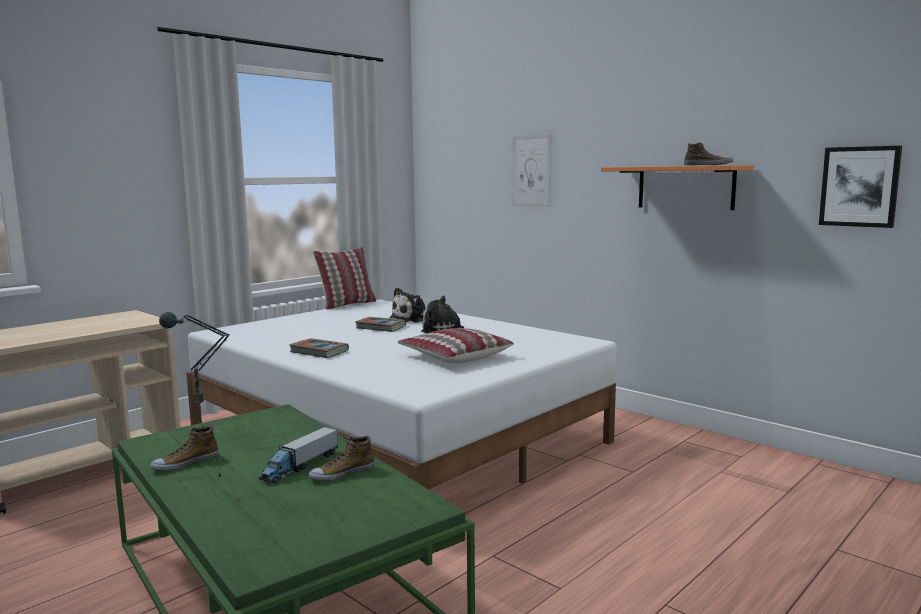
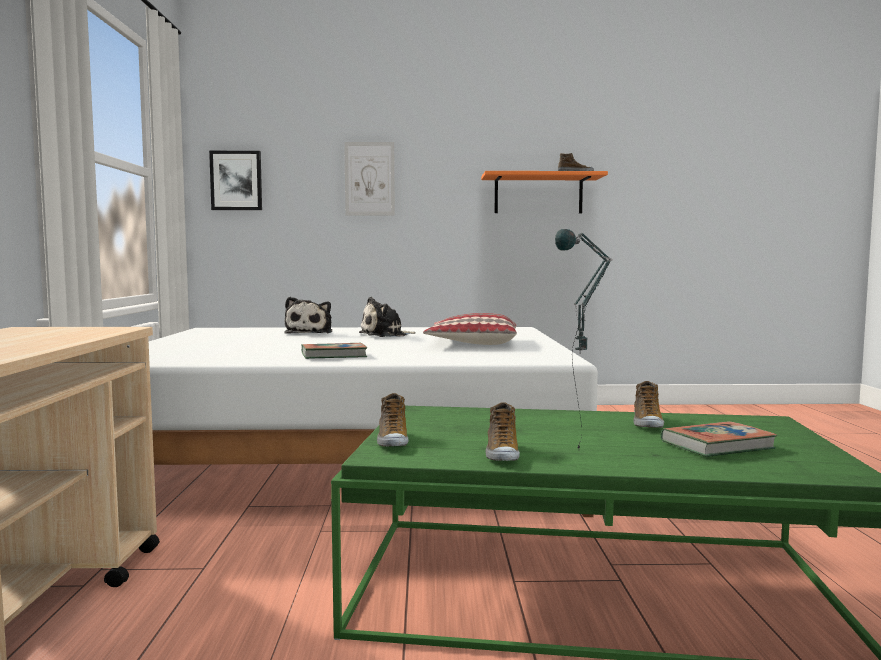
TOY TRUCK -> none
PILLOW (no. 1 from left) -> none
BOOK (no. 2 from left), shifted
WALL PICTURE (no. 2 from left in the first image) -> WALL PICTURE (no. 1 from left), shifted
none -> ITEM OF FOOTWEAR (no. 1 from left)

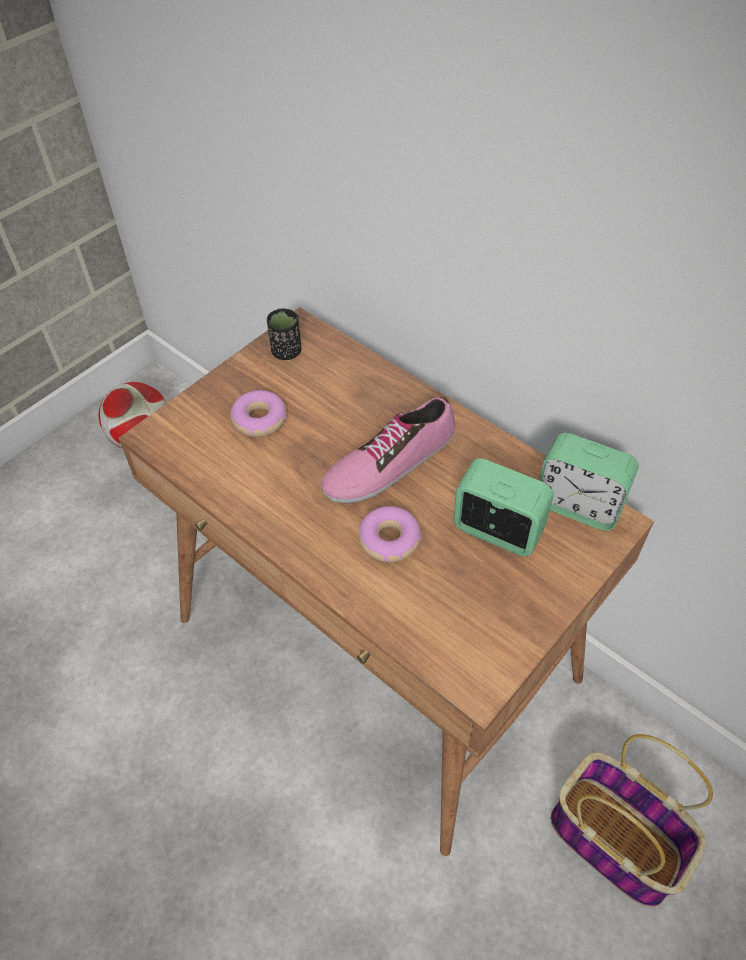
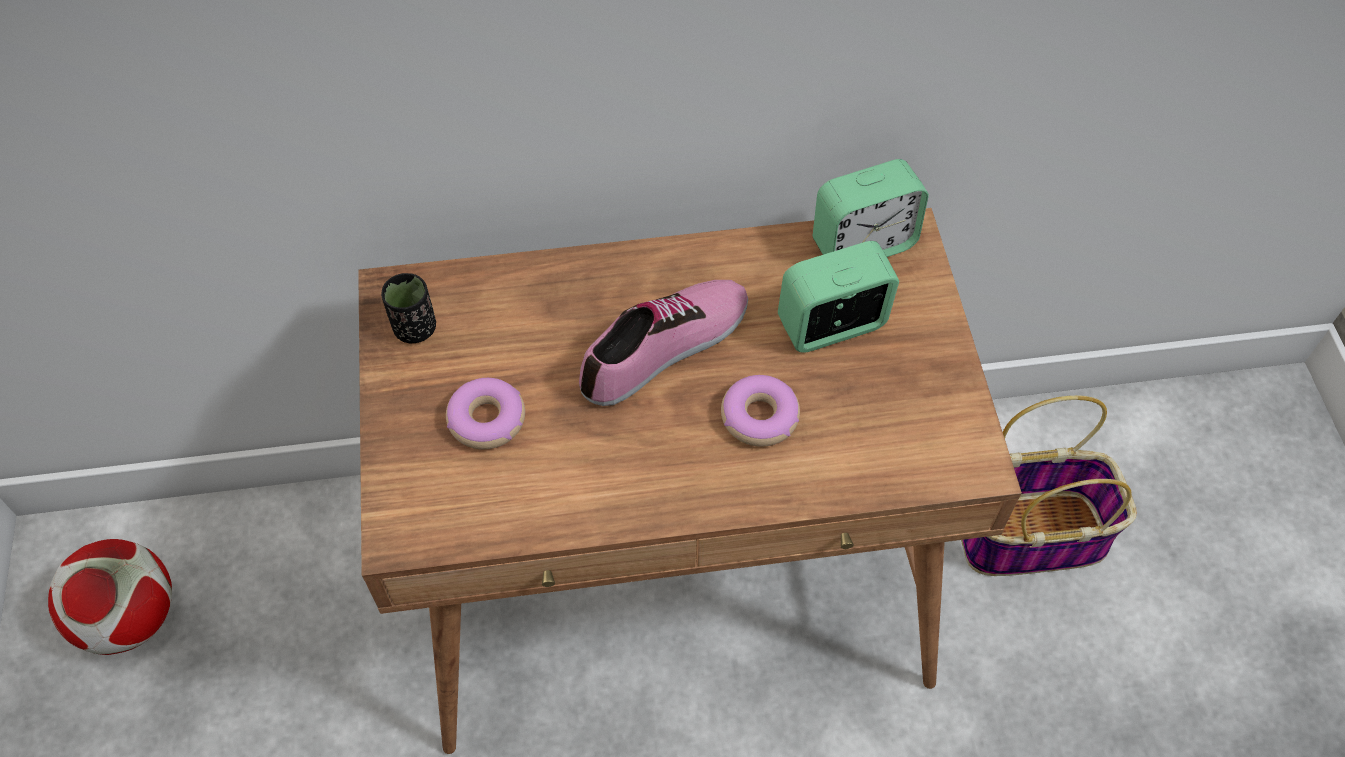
ITEM OF FOOTWEAR, 135 degrees counterclockwise

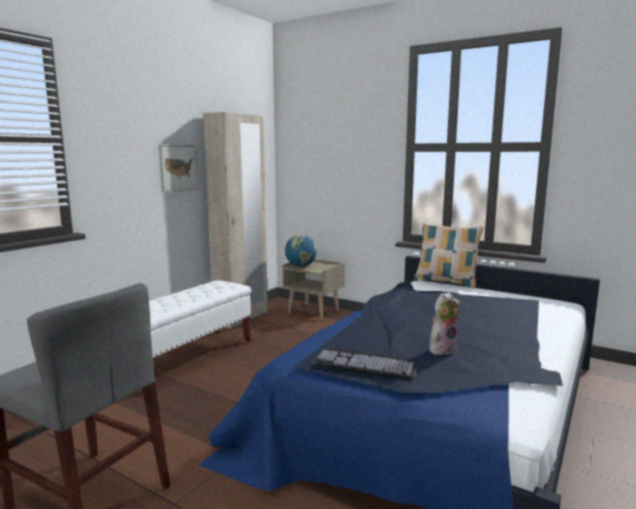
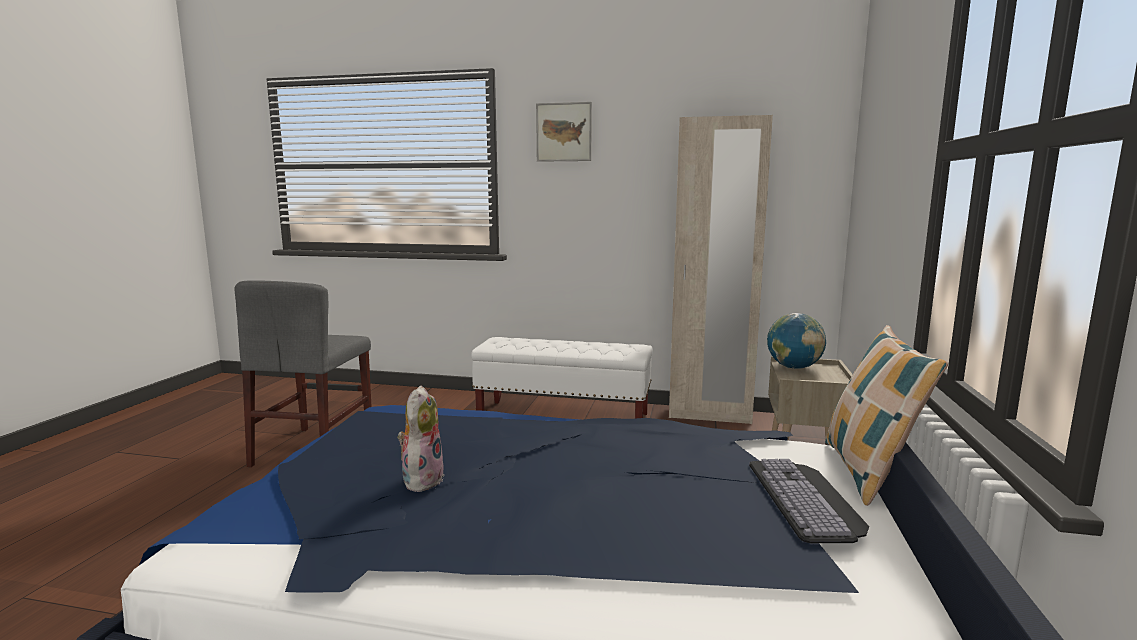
WALL PICTURE, shifted
KEYBOARD, shifted
PLUSH TOY, 120 degrees counterclockwise

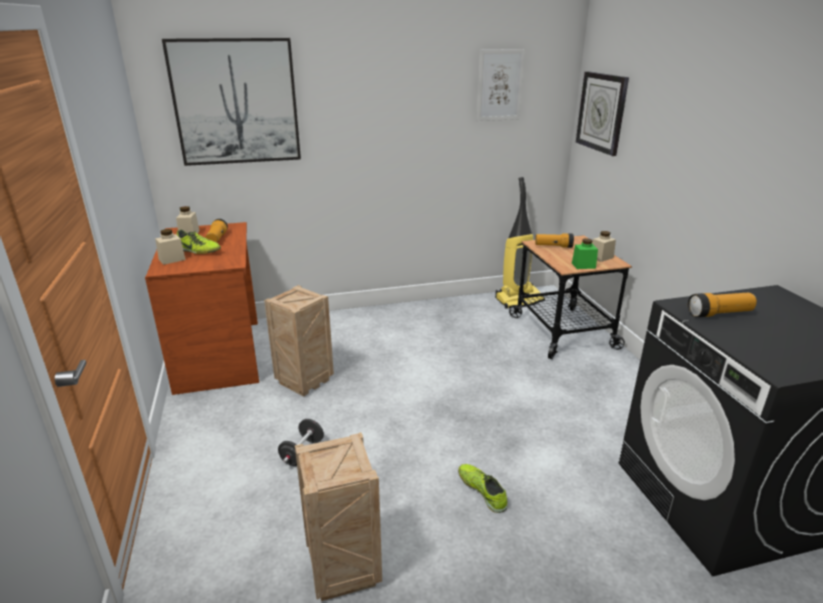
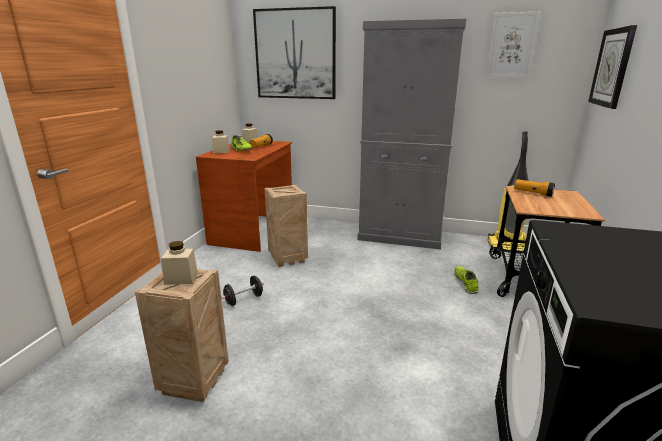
ITEM OF FOOTWEAR (no. 2 from left), shifted
GREEN PRESERVE JAR -> none
BEIGE-COLOURED PRESERVE JAR (no. 3 from left in the first image) -> BEIGE-COLOURED PRESERVE JAR (no. 1 from left), shifted
TORCH (no. 3 from left) -> none
none -> GREYISH STORAGE CABINET

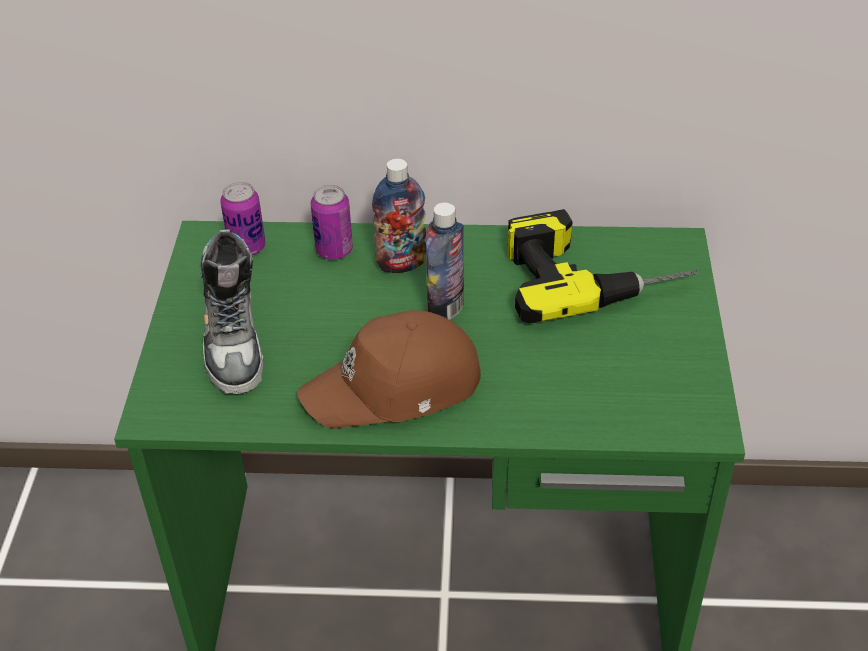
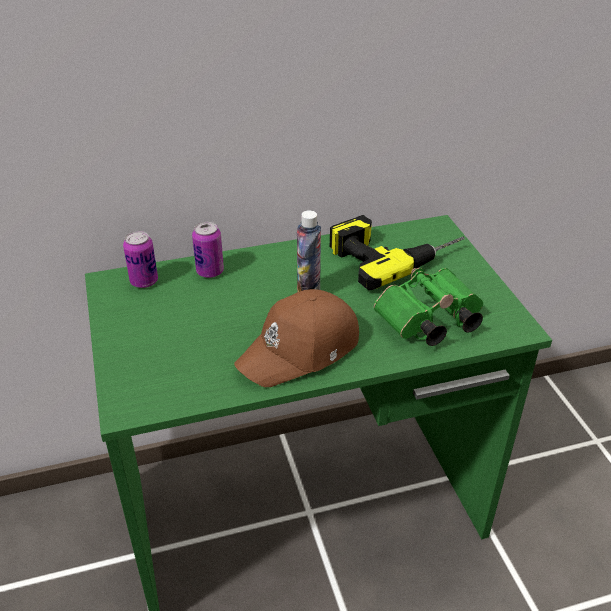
ITEM OF FOOTWEAR -> none
DRINK BOTTLE (no. 1 from left) -> none
none -> GREEN BINOCULARS

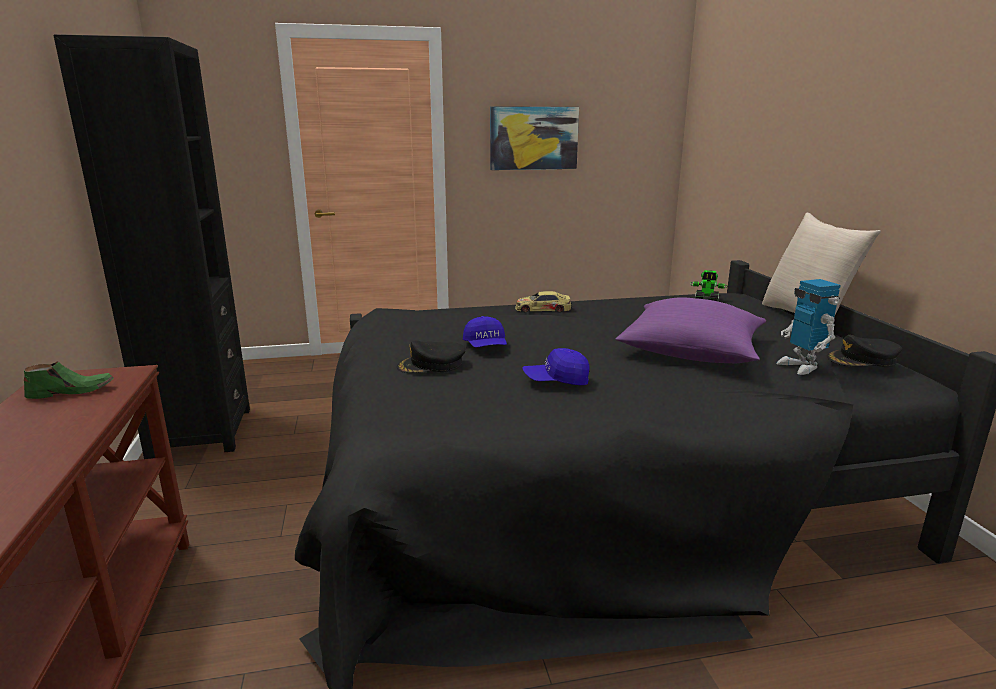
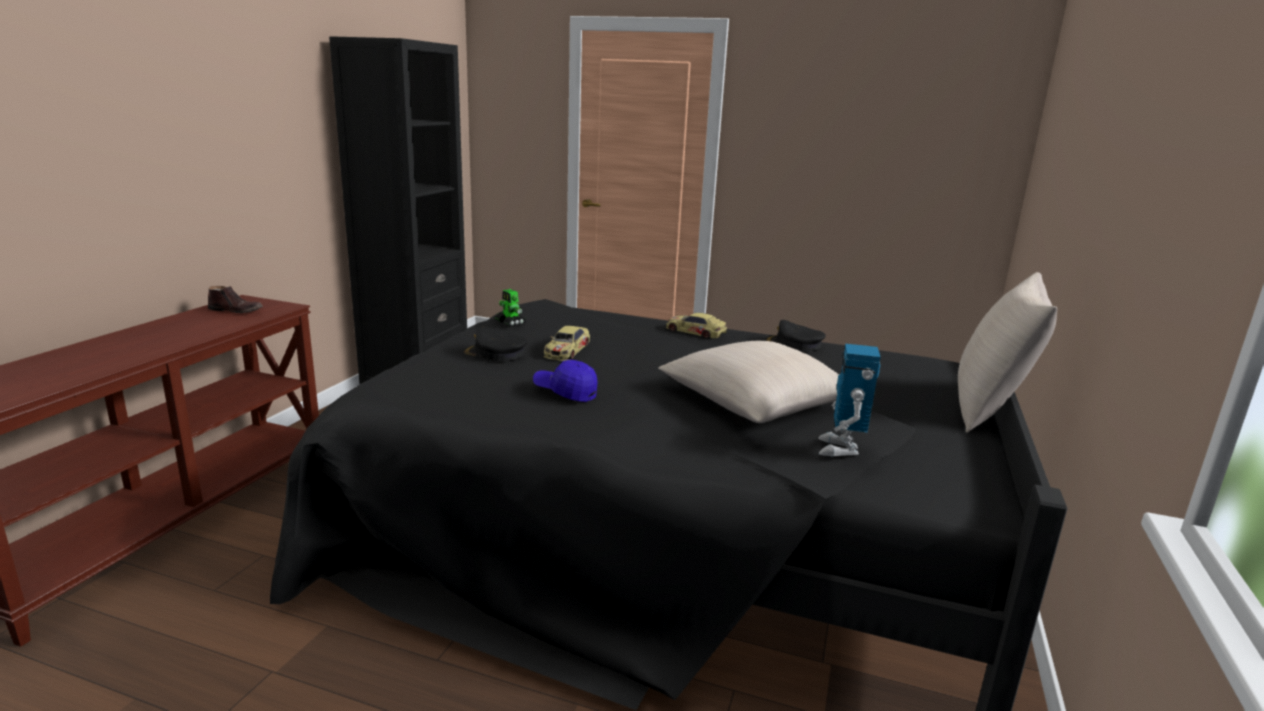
GREEN ITEM OF FOOTWEAR -> BROWNISH ITEM OF FOOTWEAR
BLUE-COLOURED PEAKED CAP (no. 1 from left) -> MINIATURE CAR (no. 1 from left)
WALL PICTURE -> none
PURPLE-COLOURED PILLOW -> BEIGE-COLOURED PILLOW (no. 1 from left)
TOY ROBOT (no. 1 from left), shifted
BLACK-COLOURED PEAKED CAP (no. 2 from left), shifted

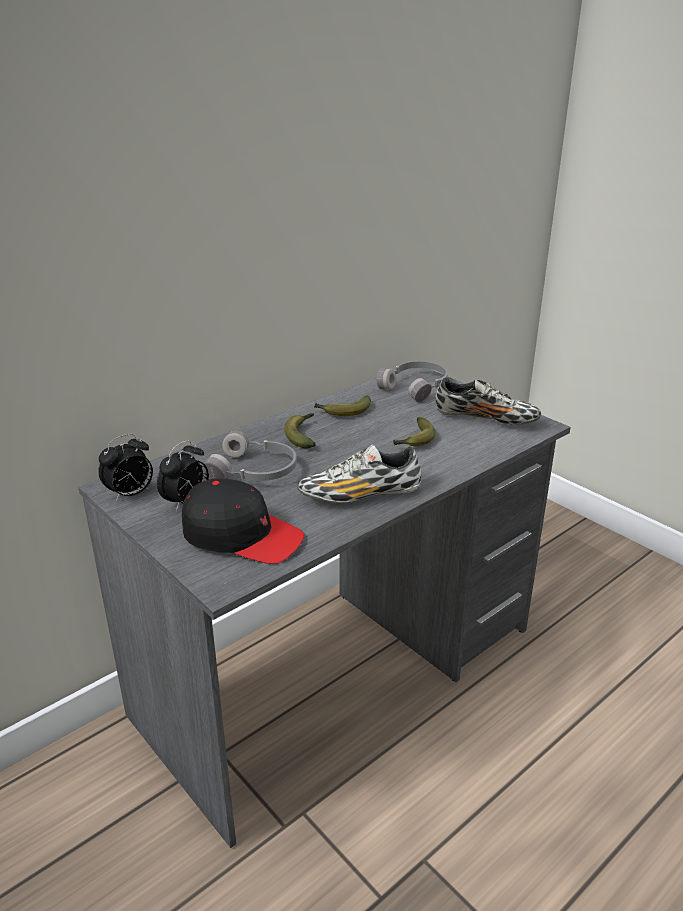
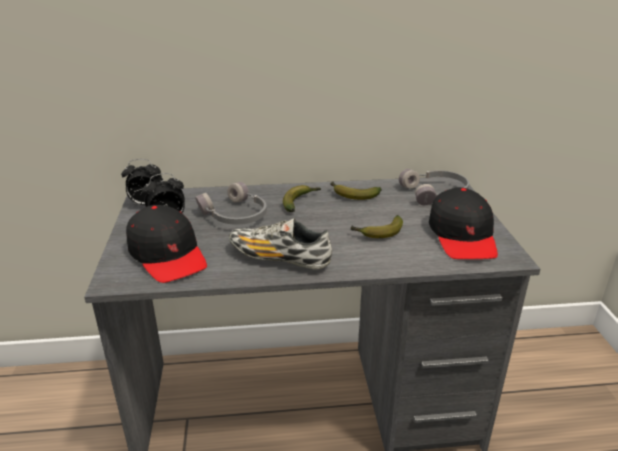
ITEM OF FOOTWEAR (no. 2 from left) -> BLACK-COLOURED PEAKED CAP (no. 2 from left)

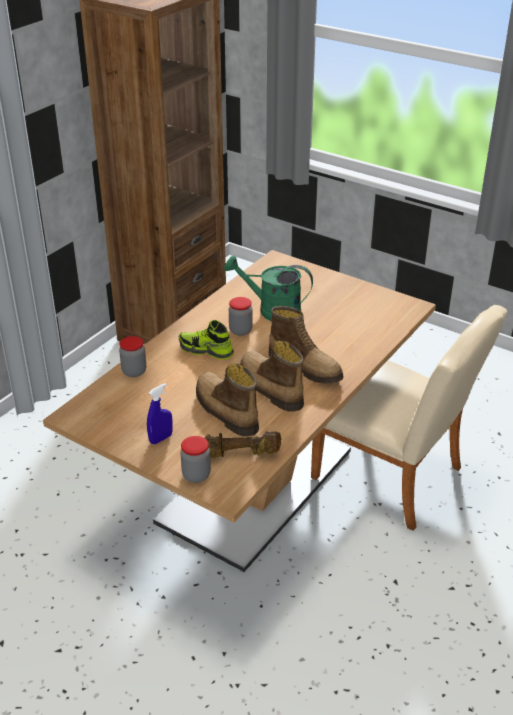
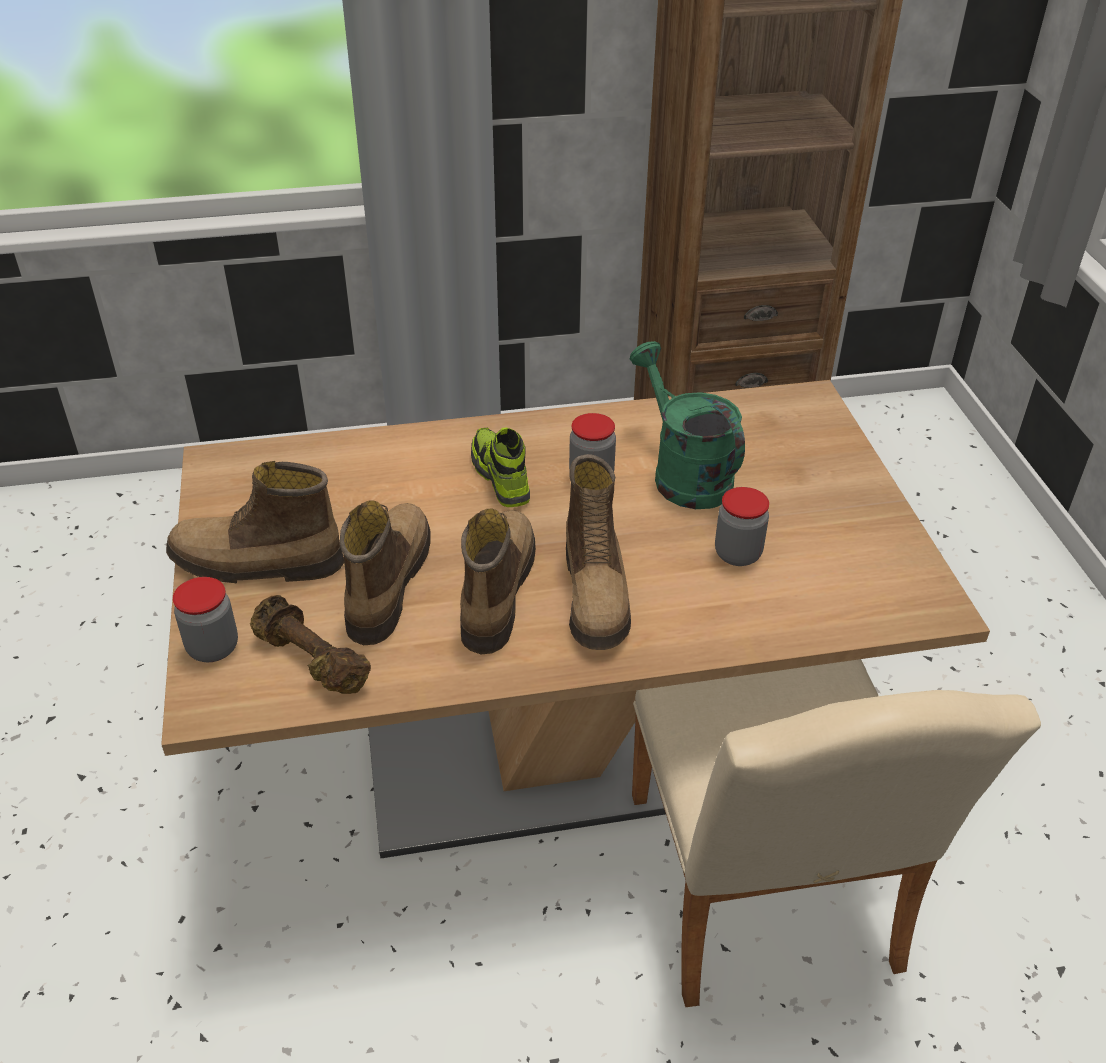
PRESERVE JAR (no. 1 from left in the first image) -> PRESERVE JAR (no. 3 from left), shifted
BLUE-COLOURED HAND SPRAYER -> BOOT (no. 1 from left)

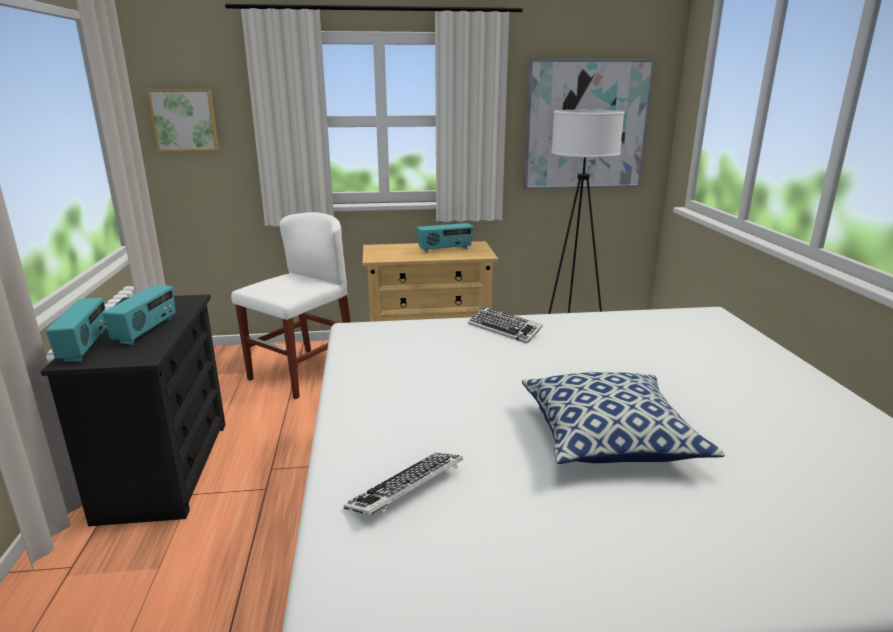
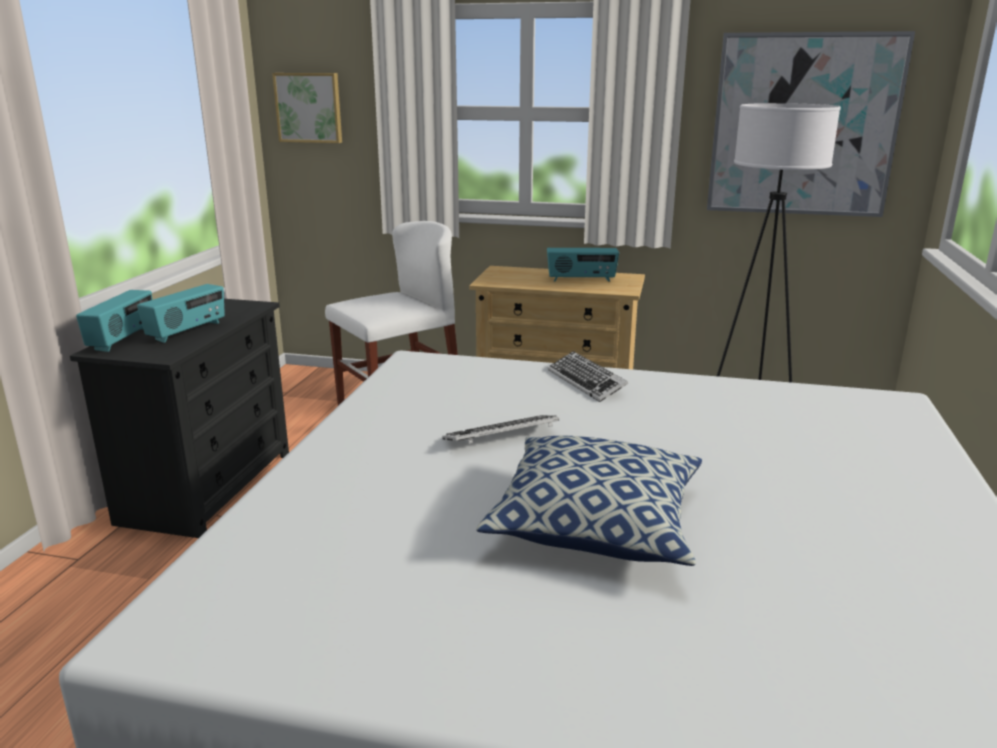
KEYBOARD (no. 1 from left), shifted

